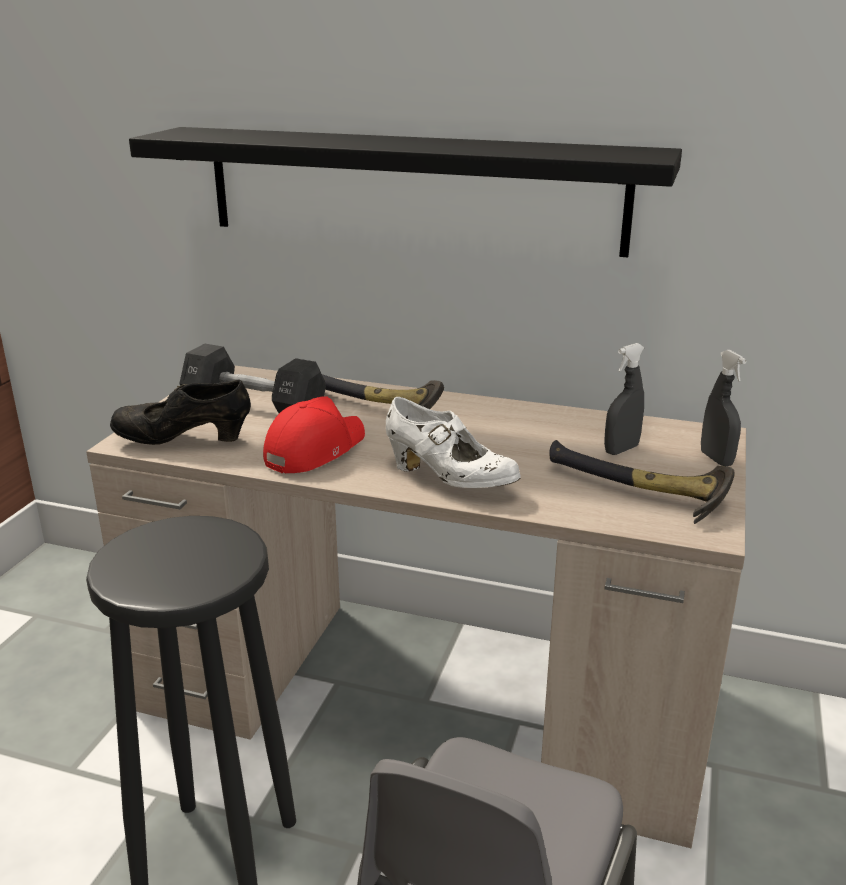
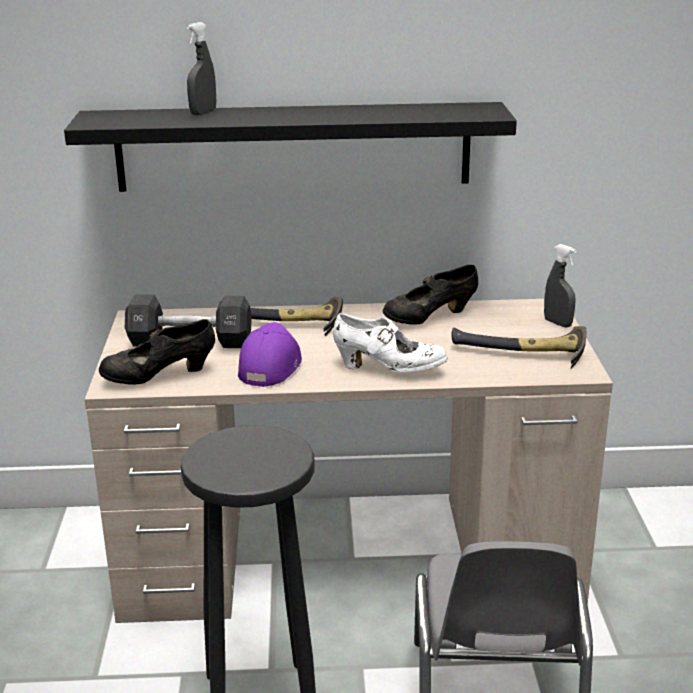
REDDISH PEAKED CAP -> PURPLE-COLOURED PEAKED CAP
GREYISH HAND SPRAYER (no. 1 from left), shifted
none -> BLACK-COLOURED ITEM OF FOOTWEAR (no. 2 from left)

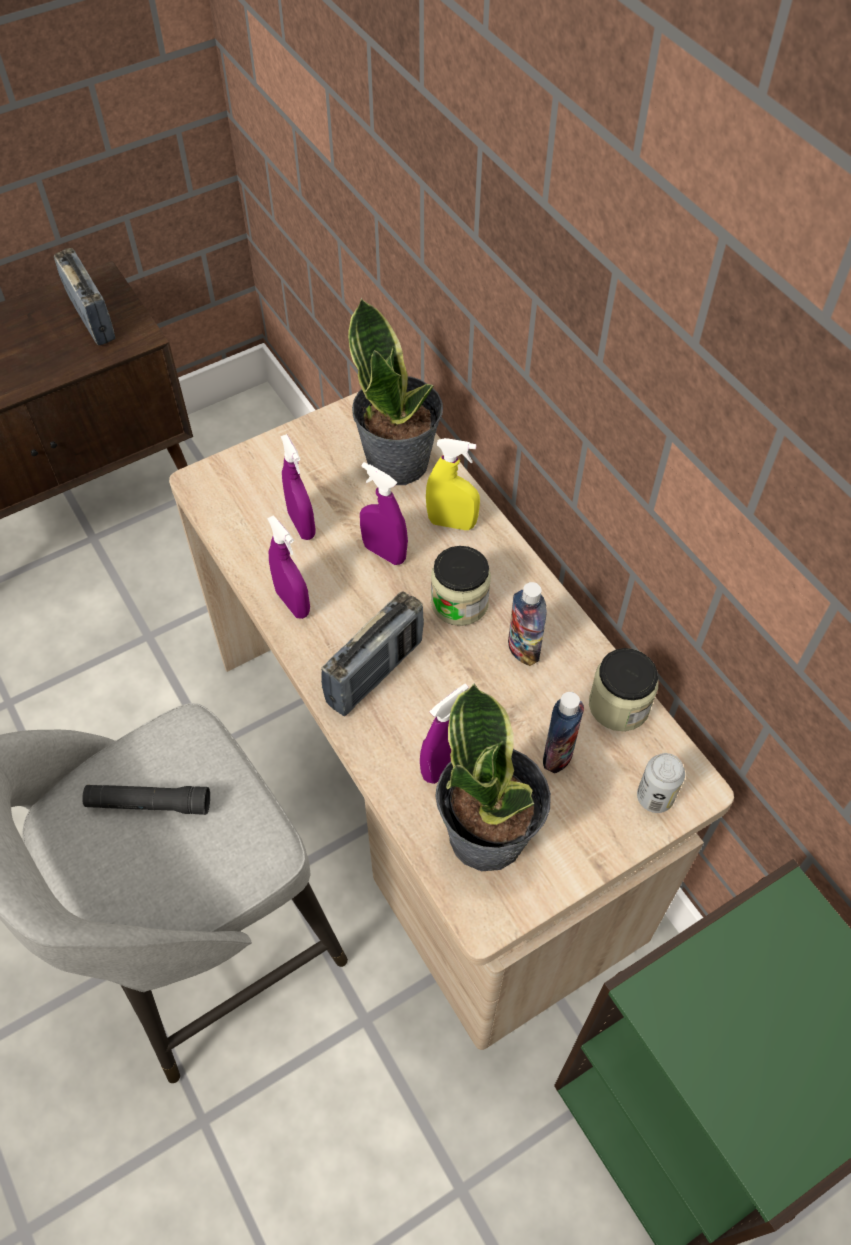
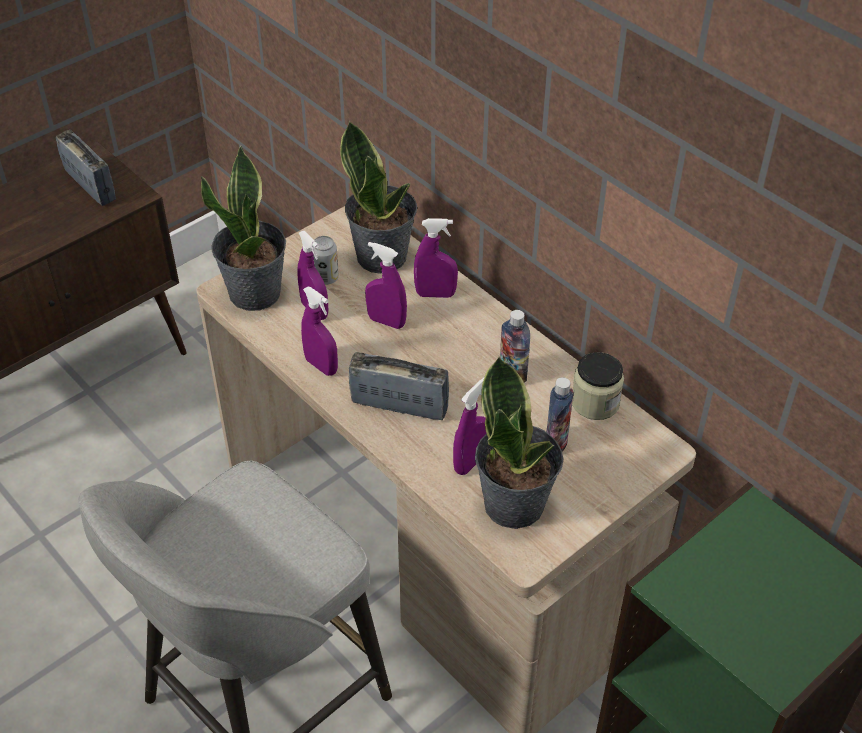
BLACK-COLOURED TORCH -> none
RADIO RECEIVER (no. 2 from left), 105 degrees counterclockwise
YELLOW-COLOURED HAND SPRAYER -> PURPLE-COLOURED HAND SPRAYER (no. 4 from left)
PRESERVE JAR (no. 1 from left) -> none
CAN, shifted
none -> PLANT IN A POT (no. 1 from left)

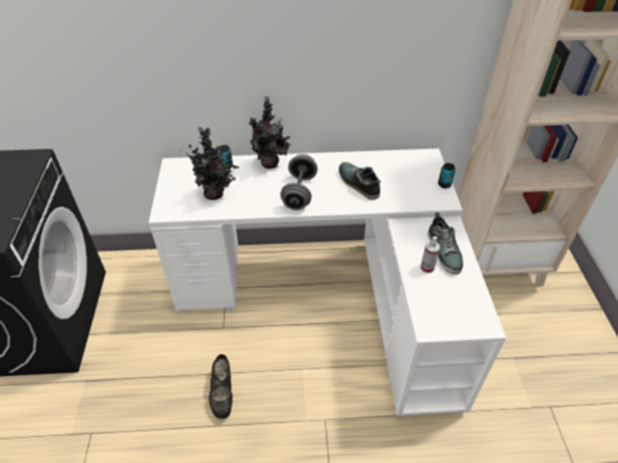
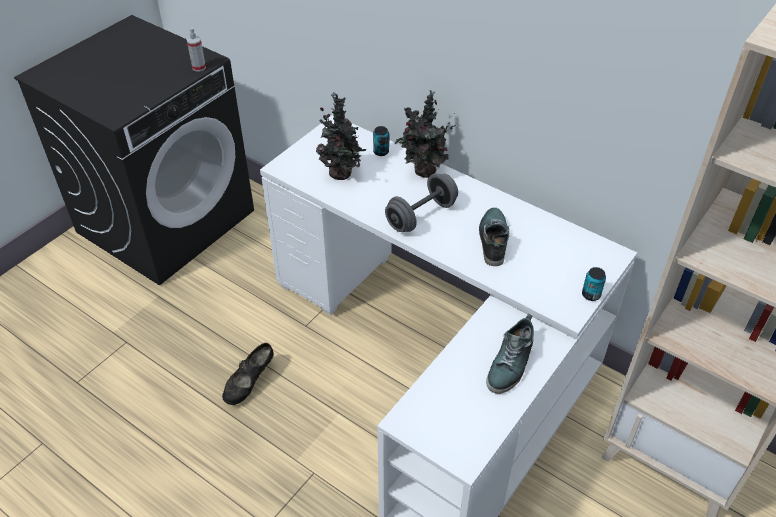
HAND SPRAYER, shifted

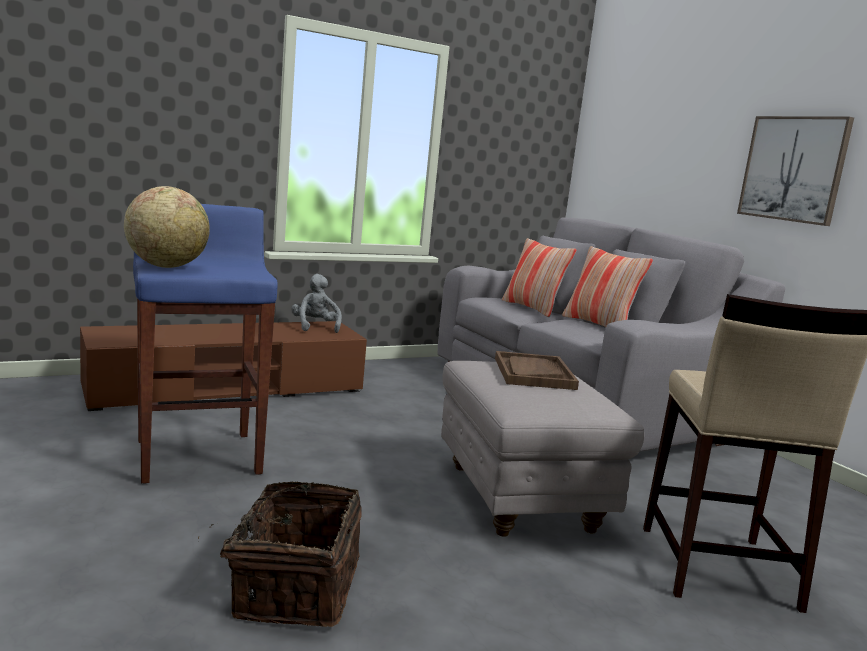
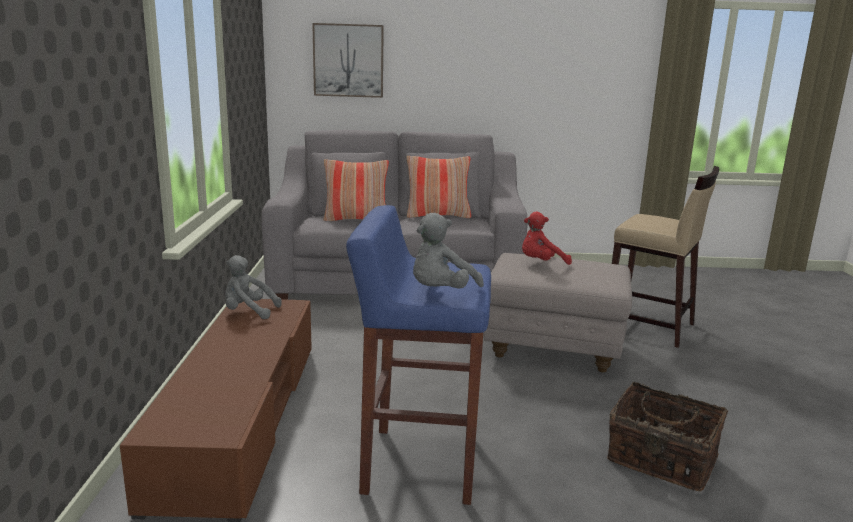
WORLD GLOBE -> GREYISH PLUSH TOY (no. 2 from left)
BROWNISH TRAY -> REDDISH PLUSH TOY
WALL PICTURE, shifted

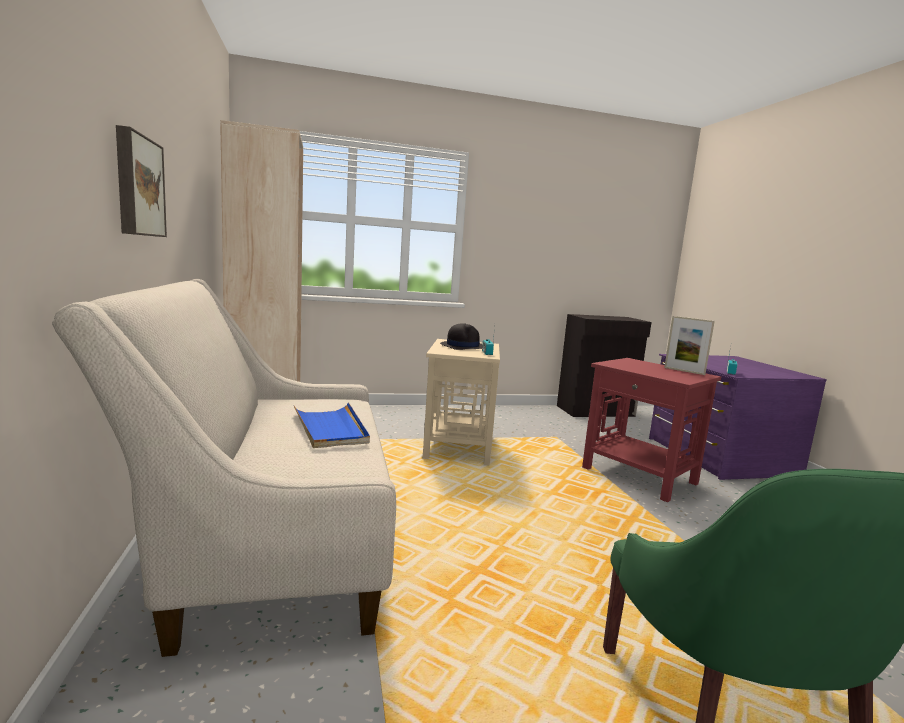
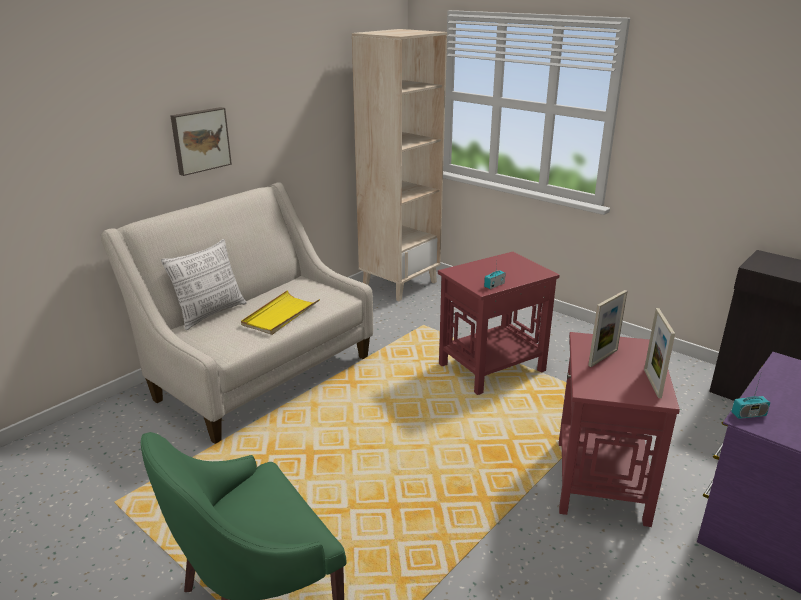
BLUE-COLOURED TRAY -> YELLOW-COLOURED TRAY
BEIGE-COLOURED ACCENT TABLE -> REDDISH ACCENT TABLE (no. 1 from left)
BLACK-COLOURED HAT -> none
none -> PILLOW
none -> PHOTO FRAME (no. 1 from left)

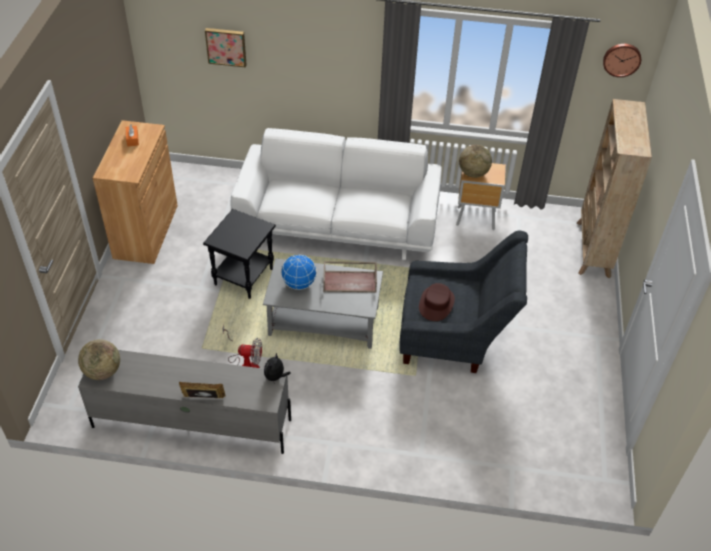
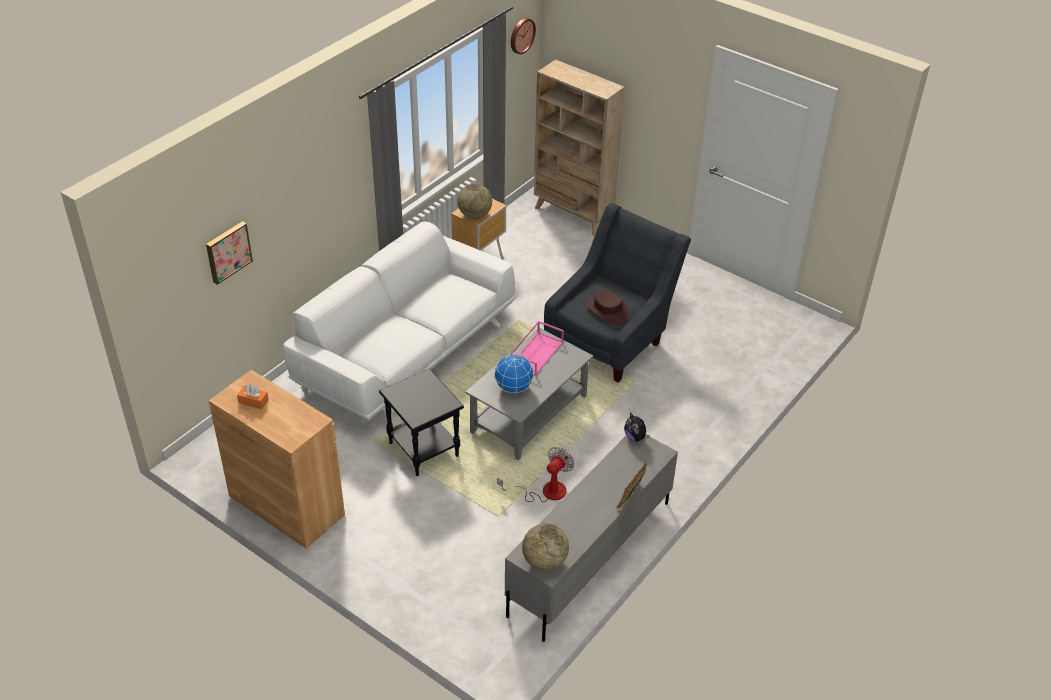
BROWNISH TRAY -> PINK-COLOURED TRAY

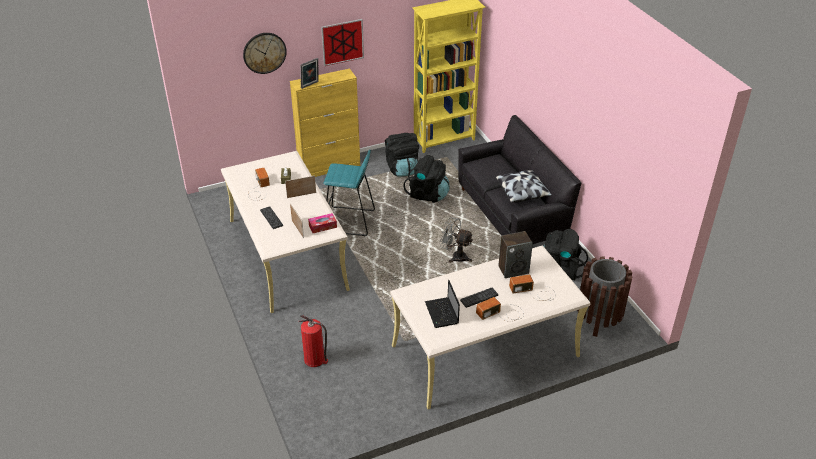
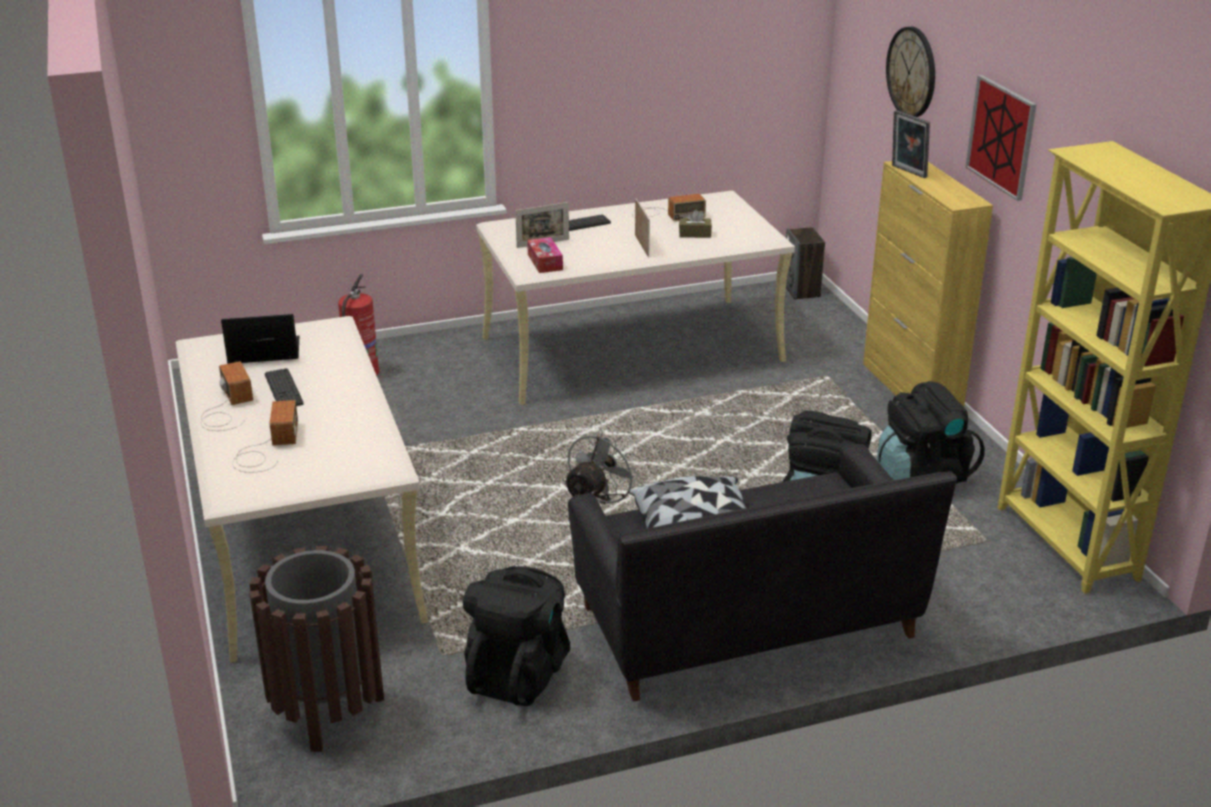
BLUE-GREEN SITTING STOOL -> none
LOUDSPEAKER, shifted

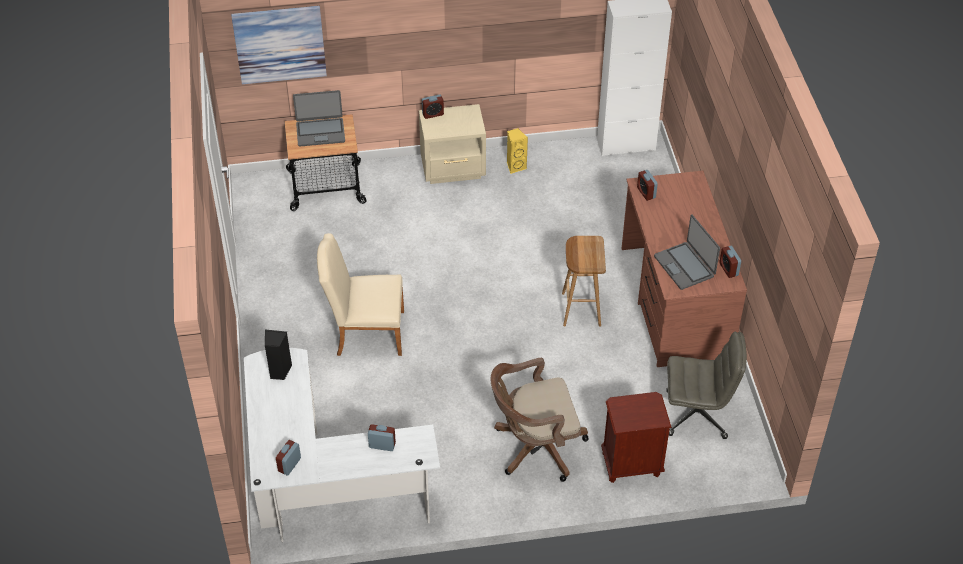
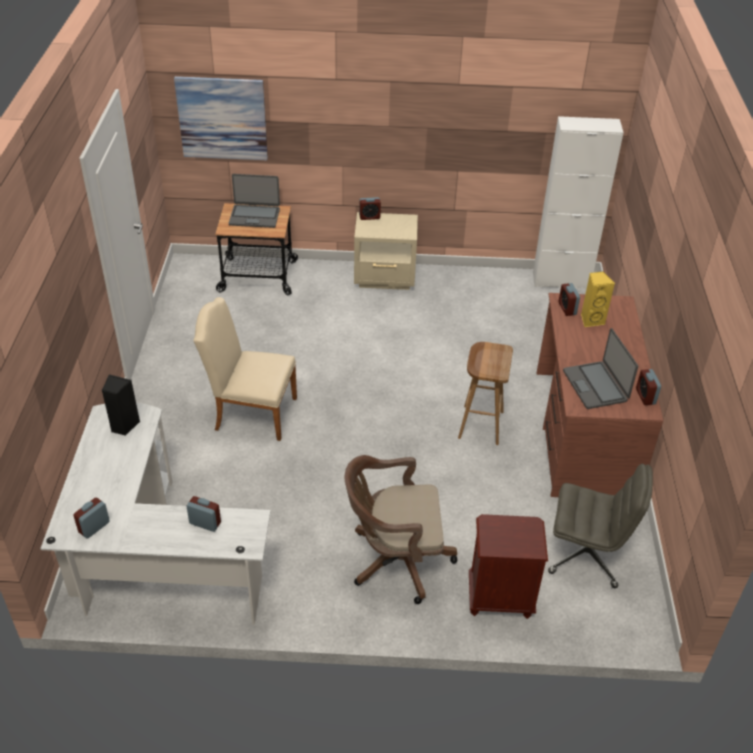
YELLOW-COLOURED LOUDSPEAKER, shifted

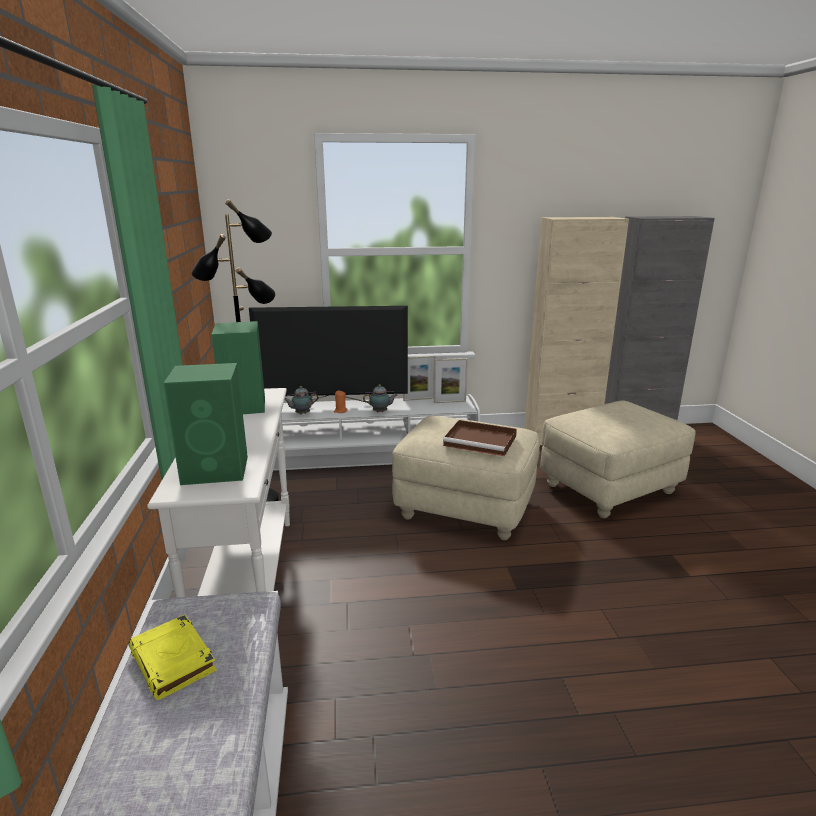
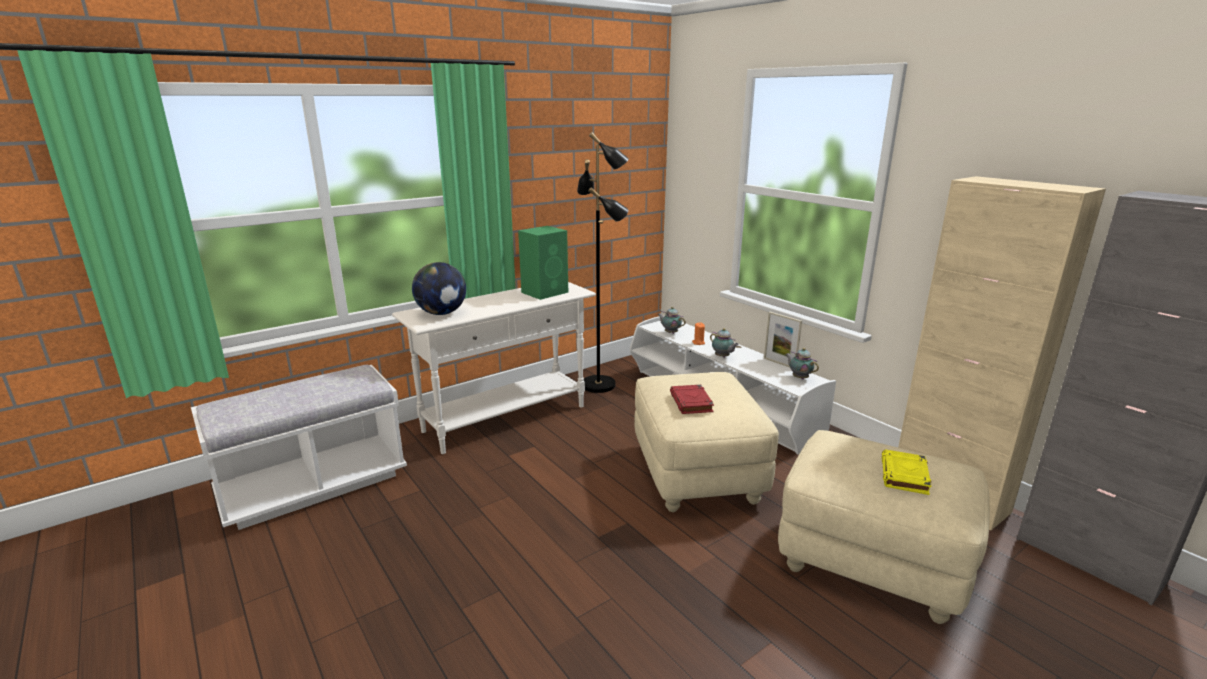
YELLOW-COLOURED BOOK, shifted
GREEN LOUDSPEAKER (no. 1 from left) -> WORLD GLOBE
TV SET -> none
PHOTO FRAME (no. 2 from left) -> TEA POT (no. 3 from left)
BROWNISH TRAY -> REDDISH BOOK

